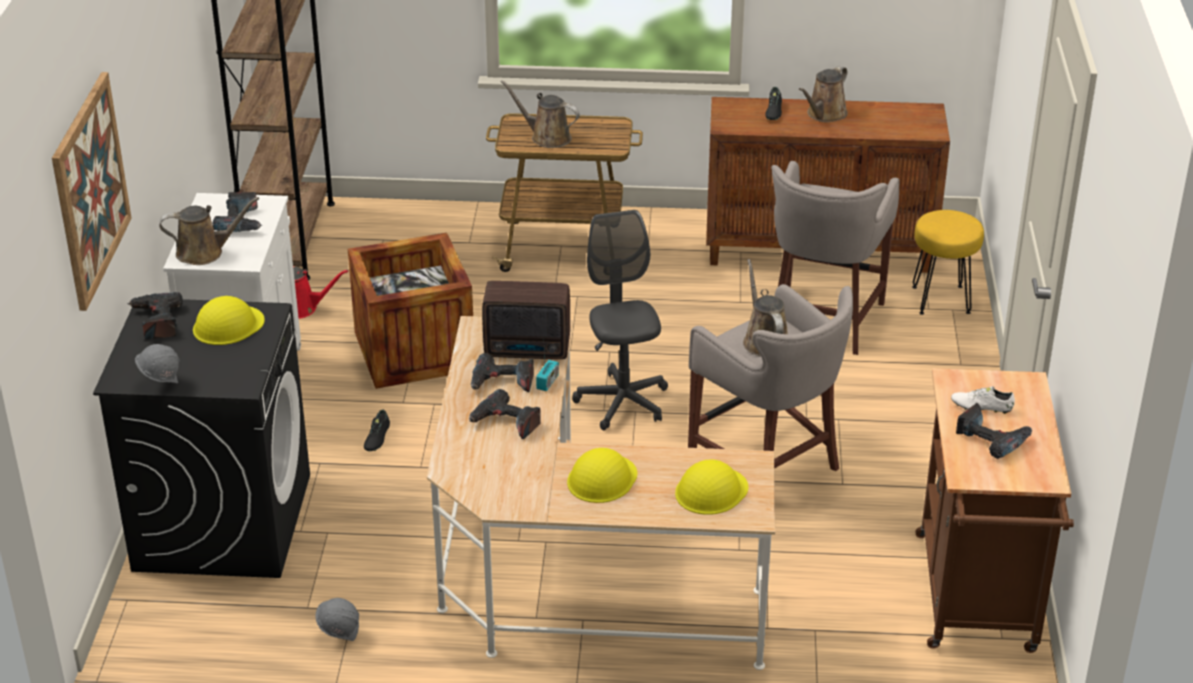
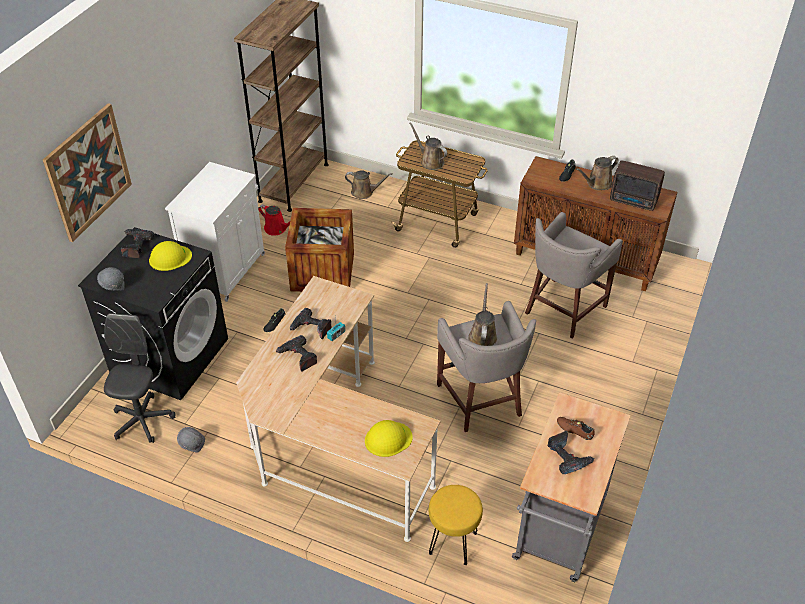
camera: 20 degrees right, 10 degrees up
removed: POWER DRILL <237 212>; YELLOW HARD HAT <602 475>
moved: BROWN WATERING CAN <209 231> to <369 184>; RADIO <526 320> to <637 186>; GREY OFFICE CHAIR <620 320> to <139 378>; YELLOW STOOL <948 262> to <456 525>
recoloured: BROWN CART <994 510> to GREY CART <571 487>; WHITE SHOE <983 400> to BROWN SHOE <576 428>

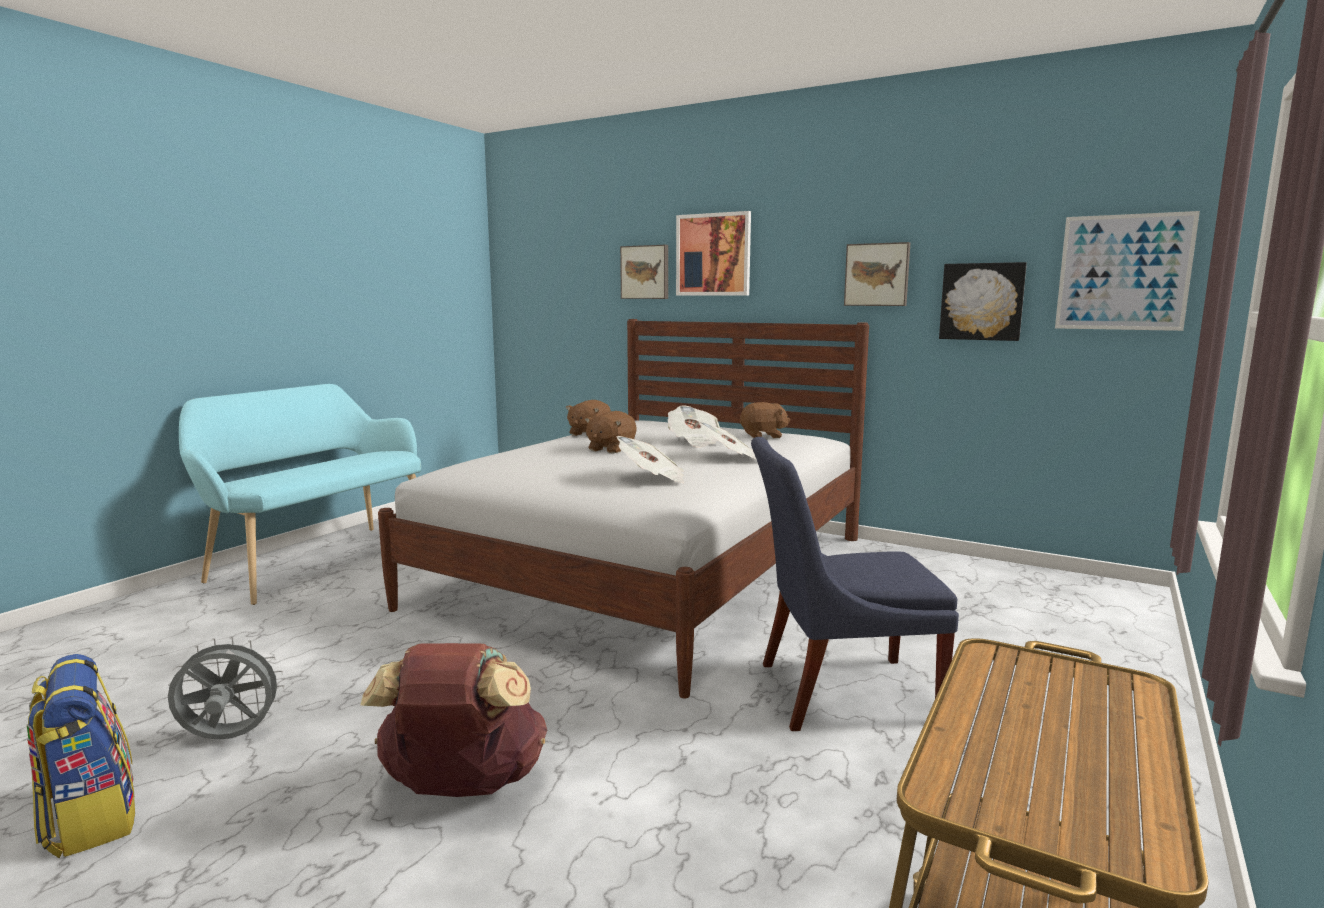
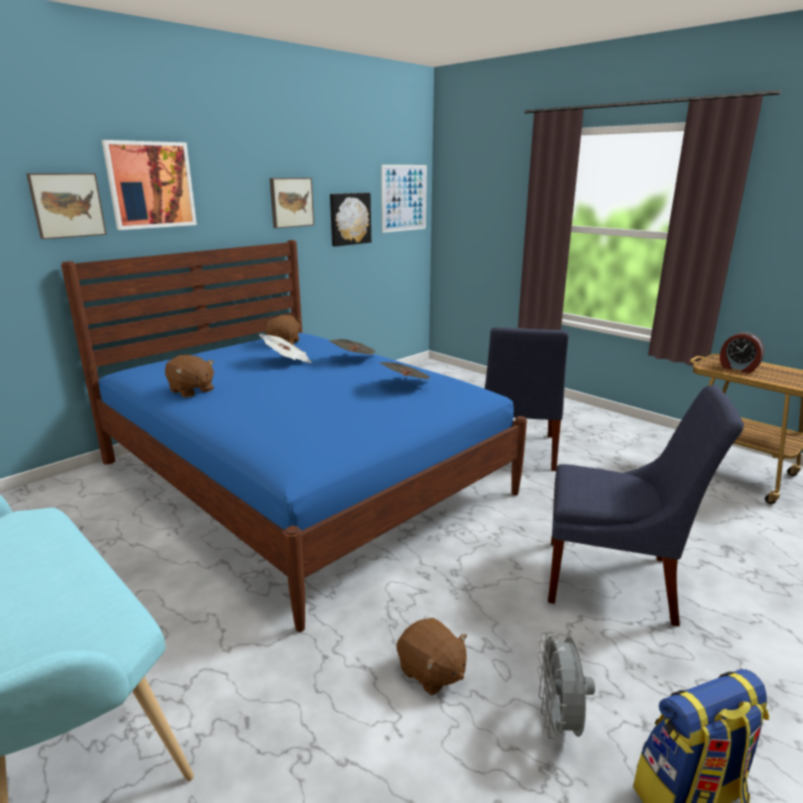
camera: 75 degrees left, 10 degrees up
added: ALARM CLOCK <742 352>
moved: BROWN PLUSH TOY <611 432> to <431 657>
replaced: BROWN BACKPACK <453 720> to BLUE CHAIR <646 505>
recoloured: WHITE BED <623 508> to BLUE BED <294 436>

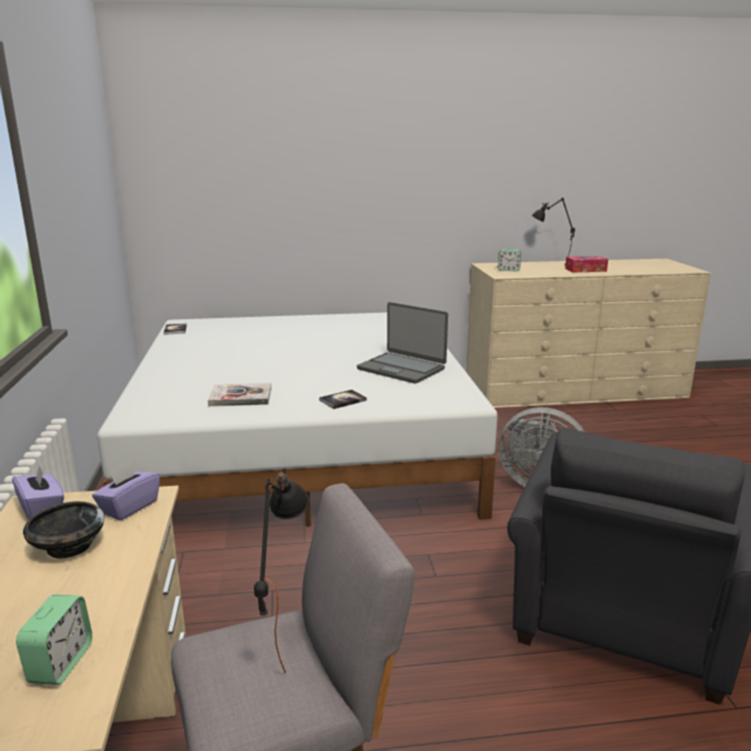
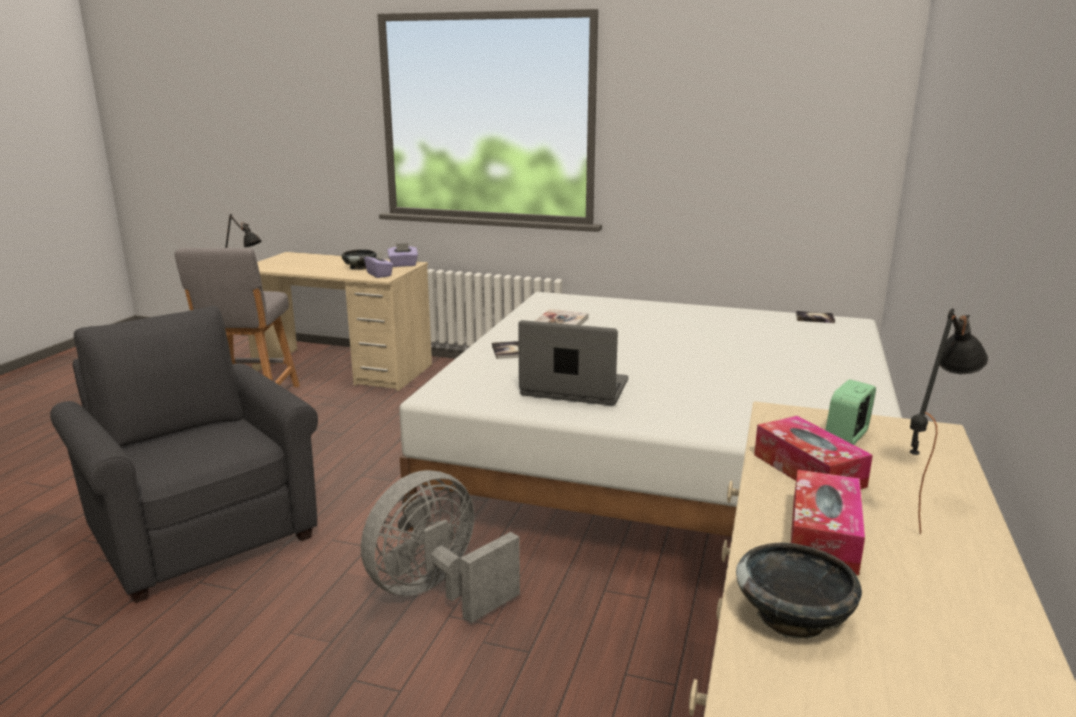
camera: 115 degrees right, 0 degrees up
removed: ALARM CLOCK <54 640>
added: BLACK BOWL <799 591>; TISSUE BOX <813 452>
turned: LAPTOP <402 343> = <573 363> 45 degrees clockwise

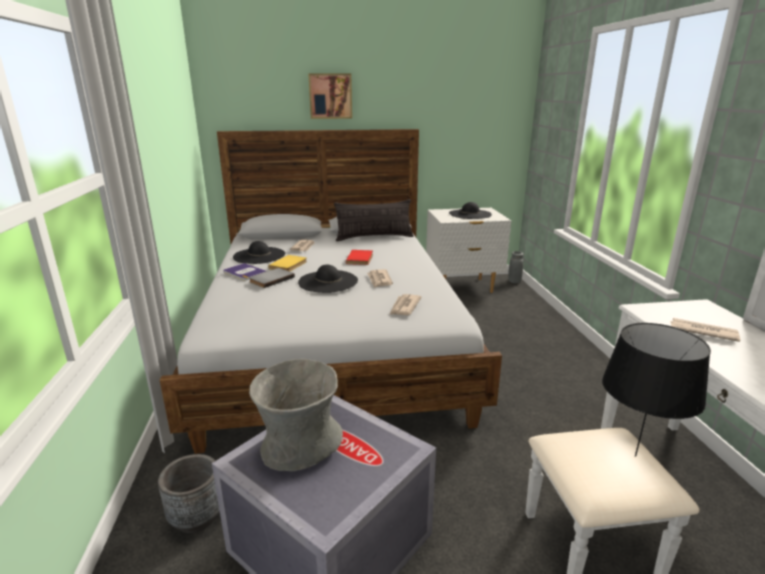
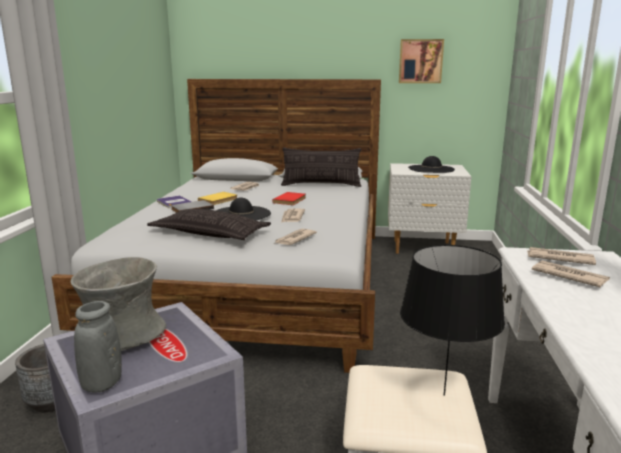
camera: 15 degrees right, 5 degrees down
removed: BLACK HAT <259 252>
added: PILLOW <209 224>; NEWSPAPER <561 256>
moved: PICTURE <330 96> to <421 61>; GREY VASE <516 267> to <98 347>

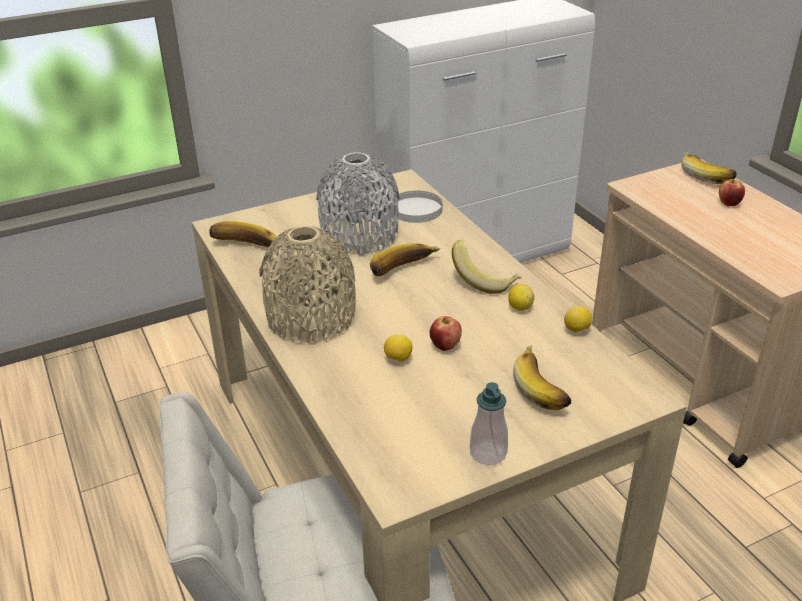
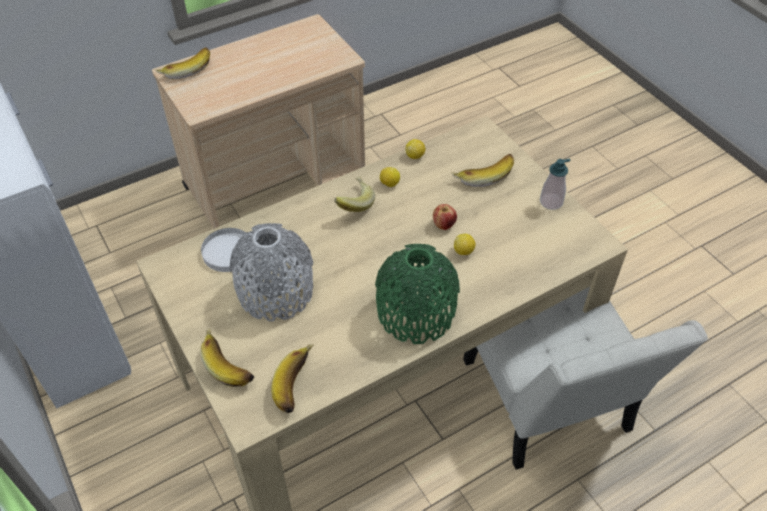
camera: 95 degrees left, 15 degrees up
removed: APPLE <732 192>
moved: BANANA <405 259> to <227 358>
recoloured: BEIGE VASE <307 284> to GREEN VASE <417 294>

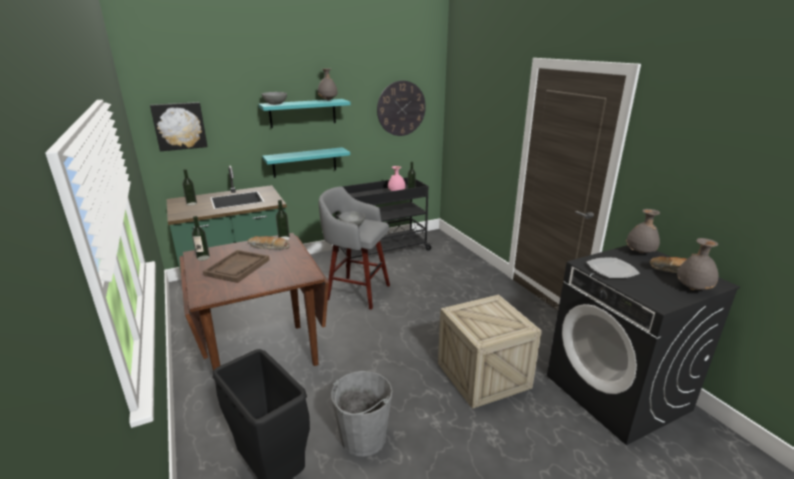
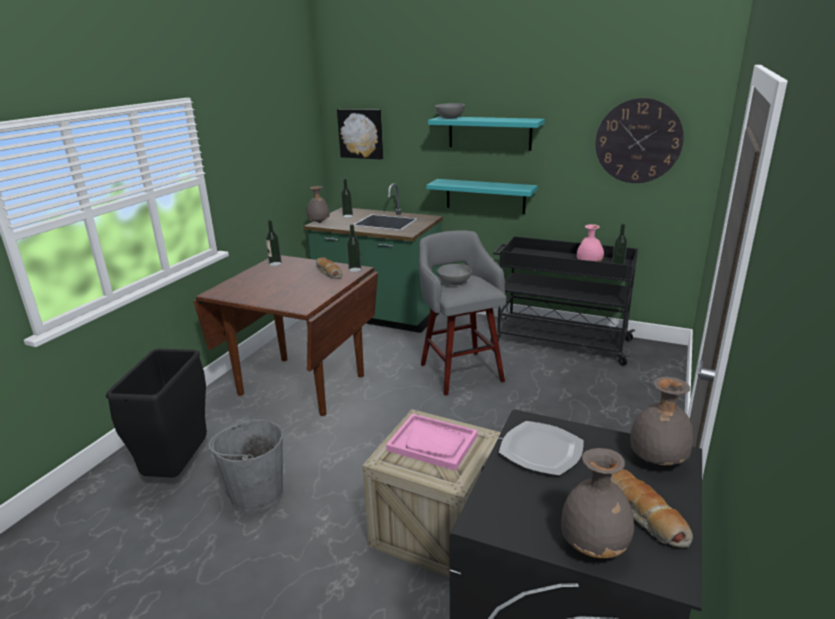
camera: 50 degrees right, 0 degrees up
removed: BROWN TRAY <236 266>
added: PINK TRAY <432 442>
moved: GREY VASE <328 85> to <318 204>

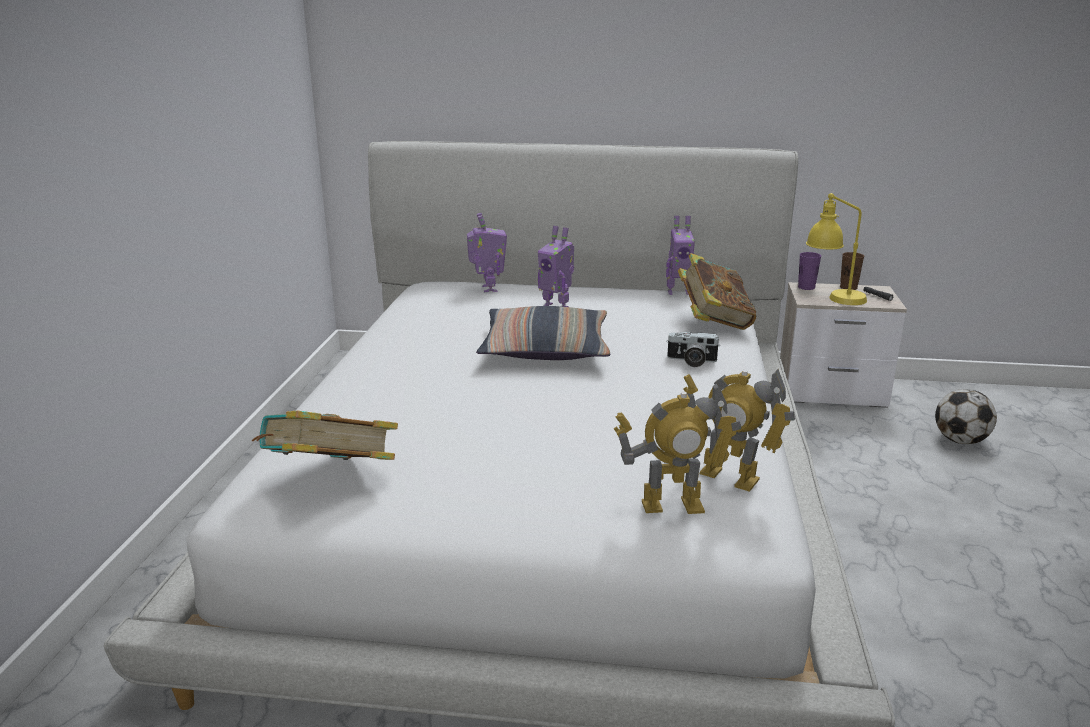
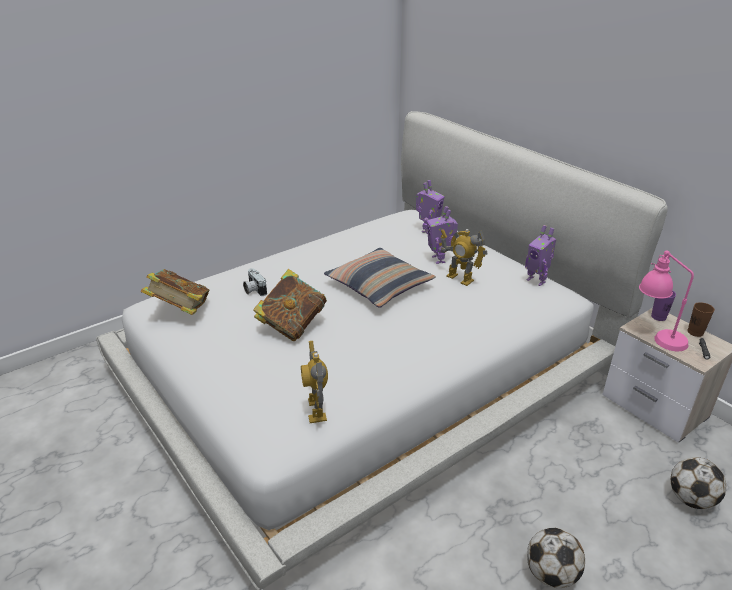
camera: 45 degrees right, 10 degrees up
added: FOOTBALL <556 558>
moved: TOY ROBOT <677 448> to <464 257>; PHOTO CAMERA <692 349> to <255 282>; BOOK <717 291> to <290 305>
recoloured: YELLOW TABLE LAMP <836 249> to PINK TABLE LAMP <666 300>

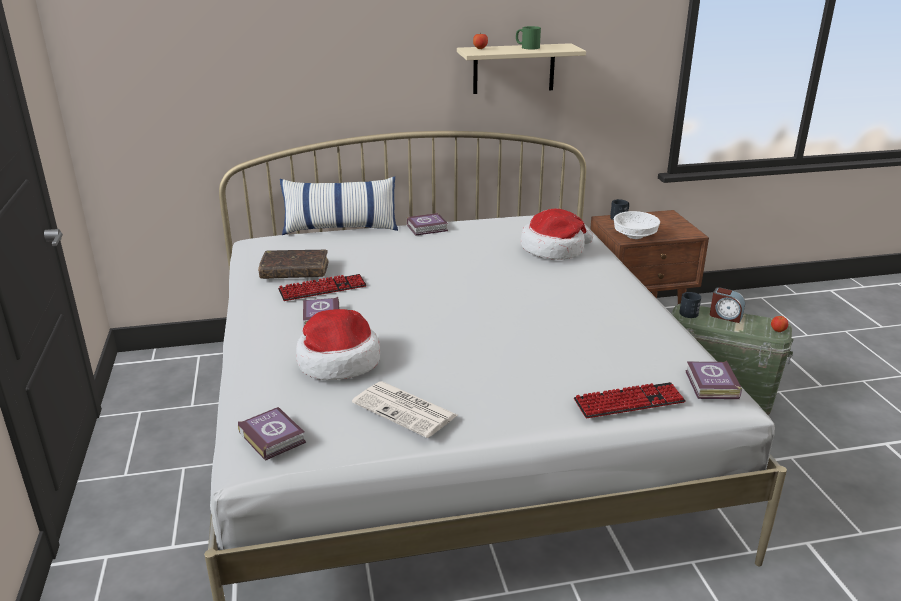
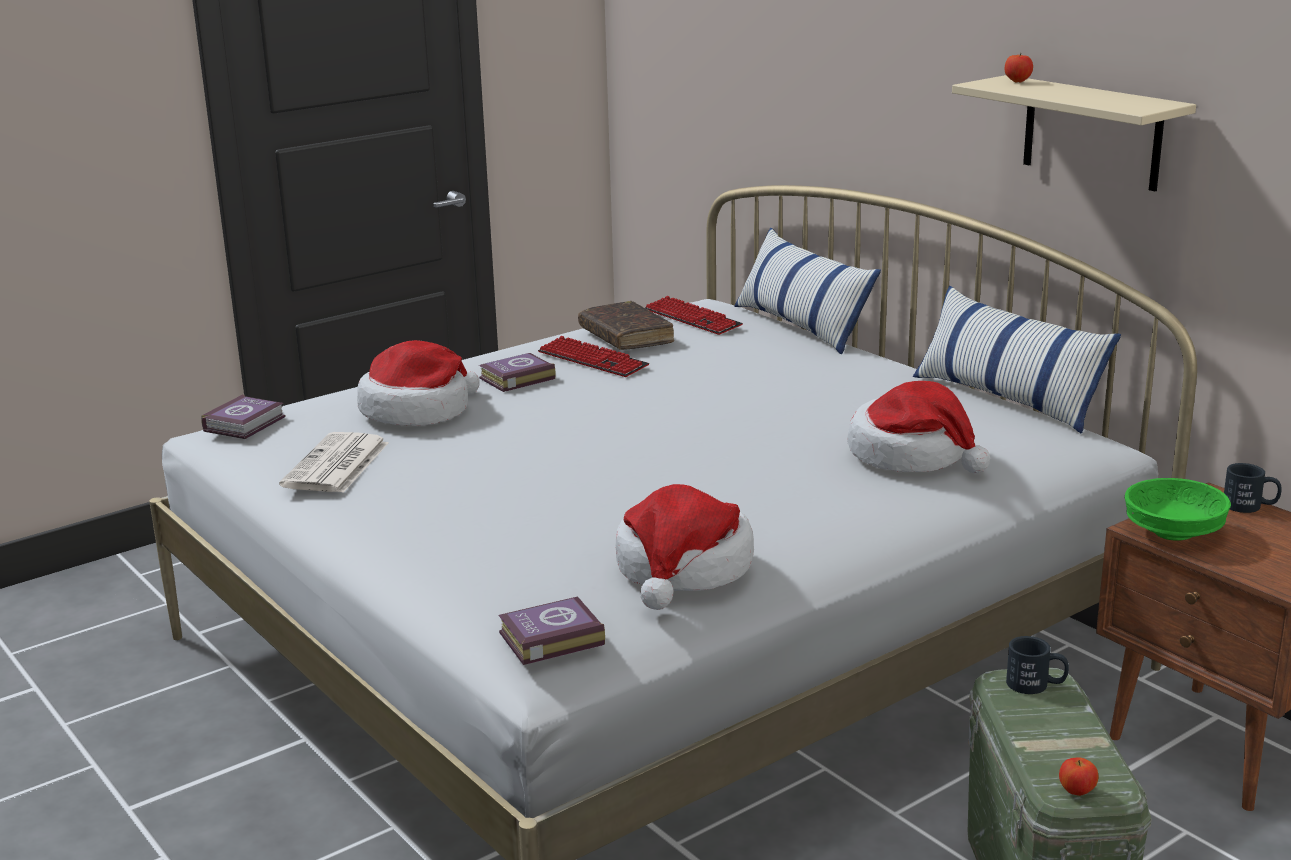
camera: 65 degrees right, 5 degrees down
removed: BOOK <427 224>; GREEN MUG <528 38>; ALARM CLOCK <727 305>
added: HAT <685 547>; PILLOW <1017 360>
moved: KEYBOARD <629 400> to <694 315>
recoloured: WHITE BOWL <637 225> to GREEN BOWL <1178 509>

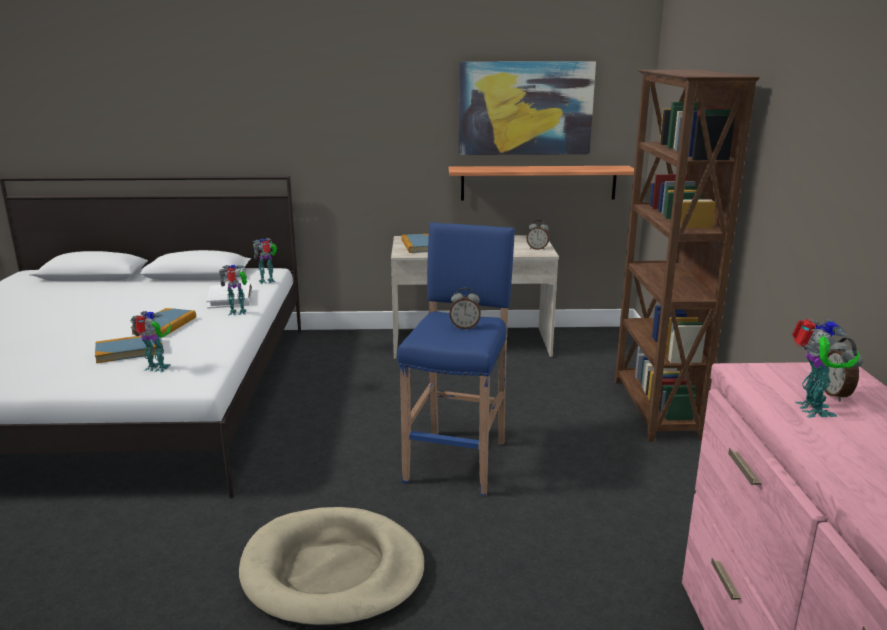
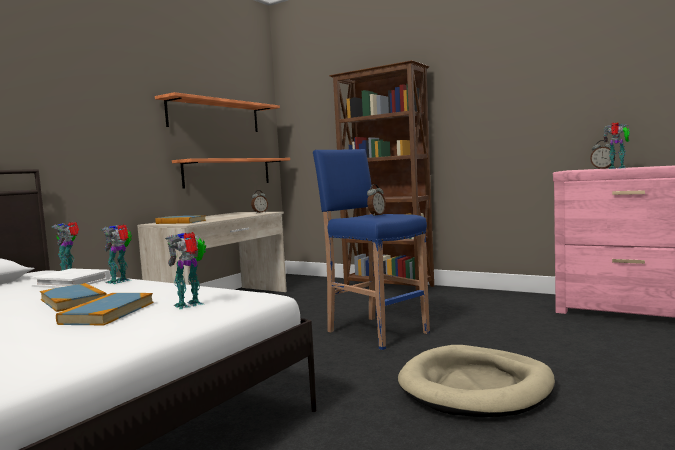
camera: 55 degrees left, 15 degrees down
replaced: PICTURE <527 108> to SHELF <217 112>

